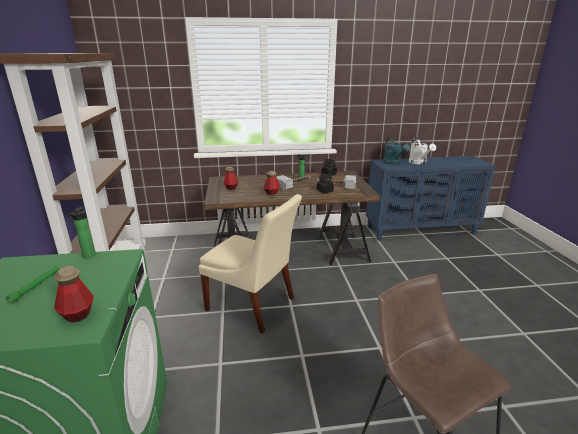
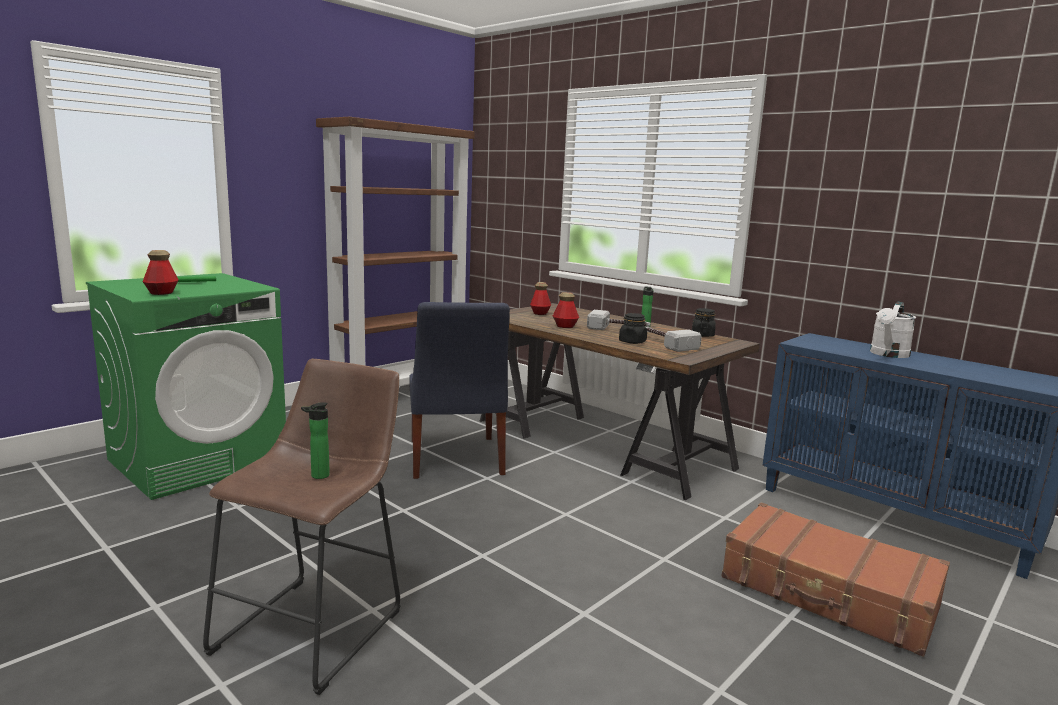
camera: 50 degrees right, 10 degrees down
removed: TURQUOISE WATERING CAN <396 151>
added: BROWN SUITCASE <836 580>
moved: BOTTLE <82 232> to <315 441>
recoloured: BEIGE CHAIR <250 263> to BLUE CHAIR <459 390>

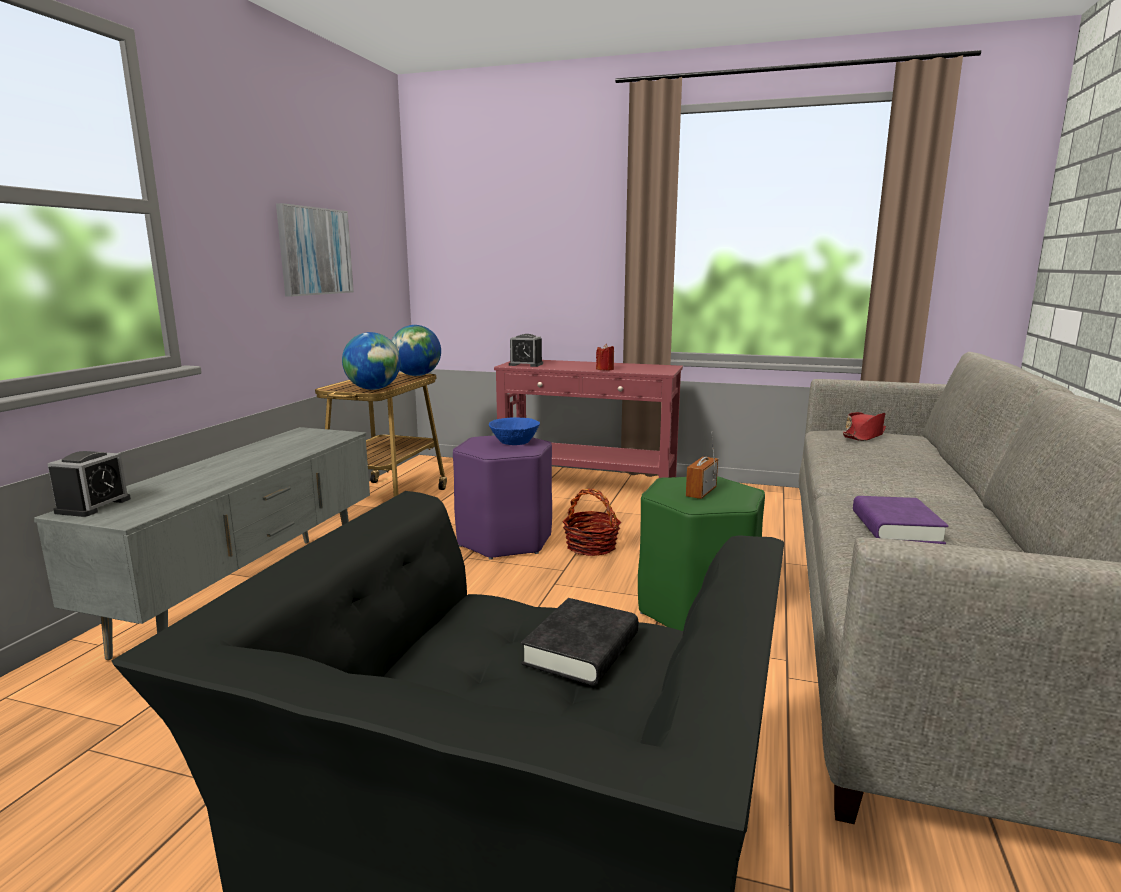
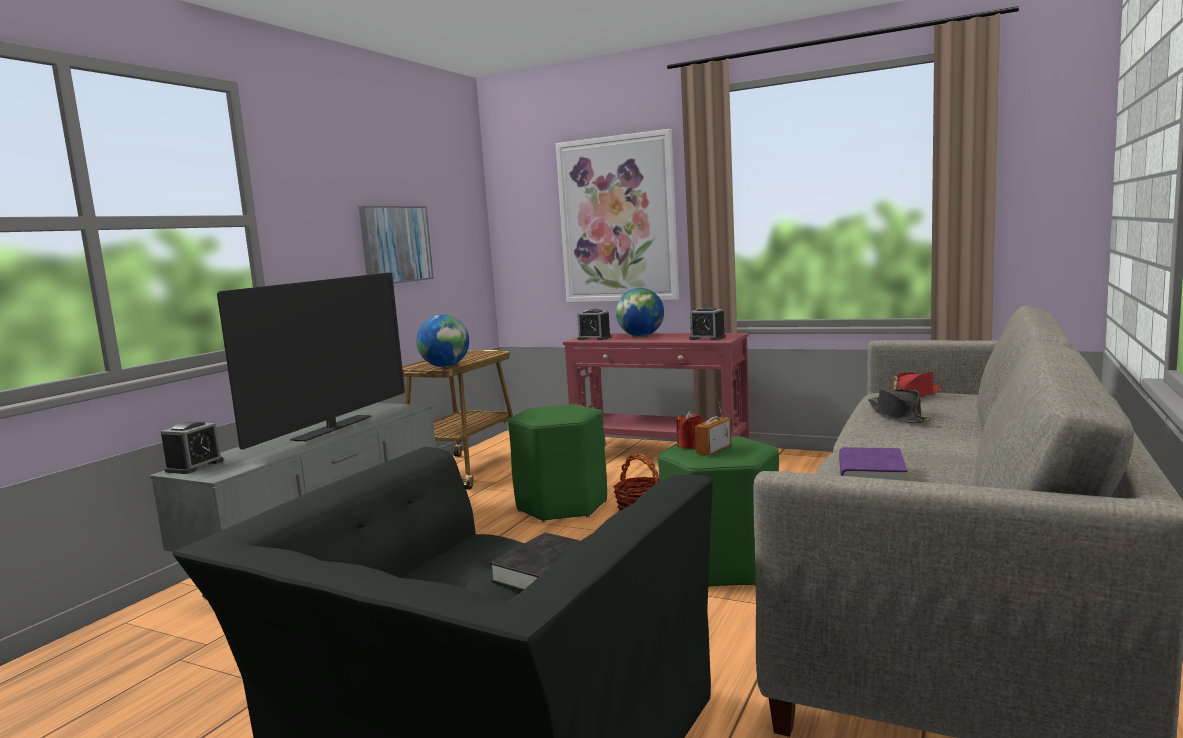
camera: 10 degrees right, 5 degrees down
removed: BLUE BOWL <514 431>
added: TELEVISION <311 361>; PICTURE <617 215>; ALARM CLOCK <707 323>; BLACK HAT <900 405>
moved: GLOBE <416 350> to <640 312>; RED CANDLE <605 357> to <689 430>
recoloured: PURPLE STOOL <502 497> to GREEN STOOL <557 463>

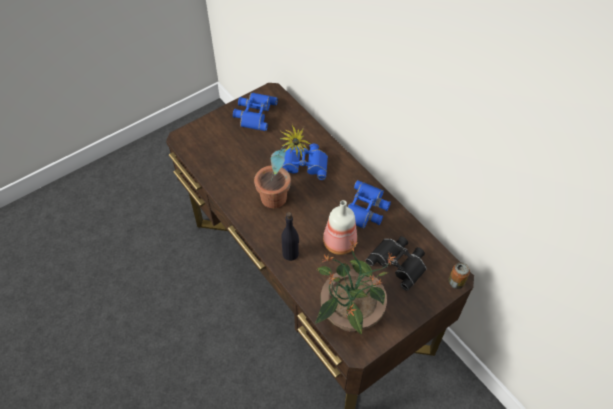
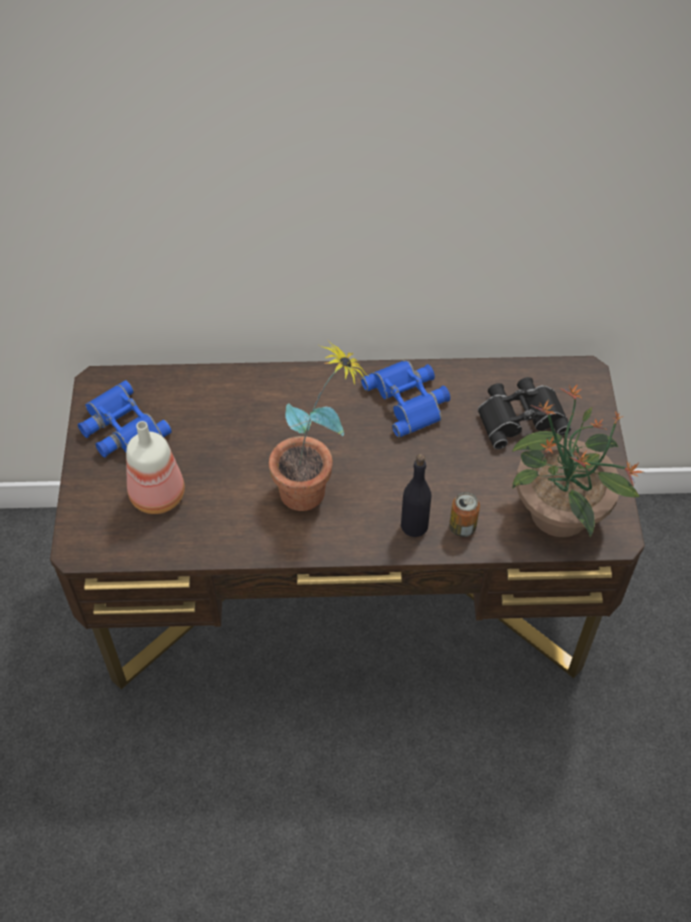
camera: 55 degrees left, 0 degrees up
removed: BLUE BINOCULARS <305 162>
moved: BOTTLE <340 227> to <155 467>; CAN <459 275> to <464 514>

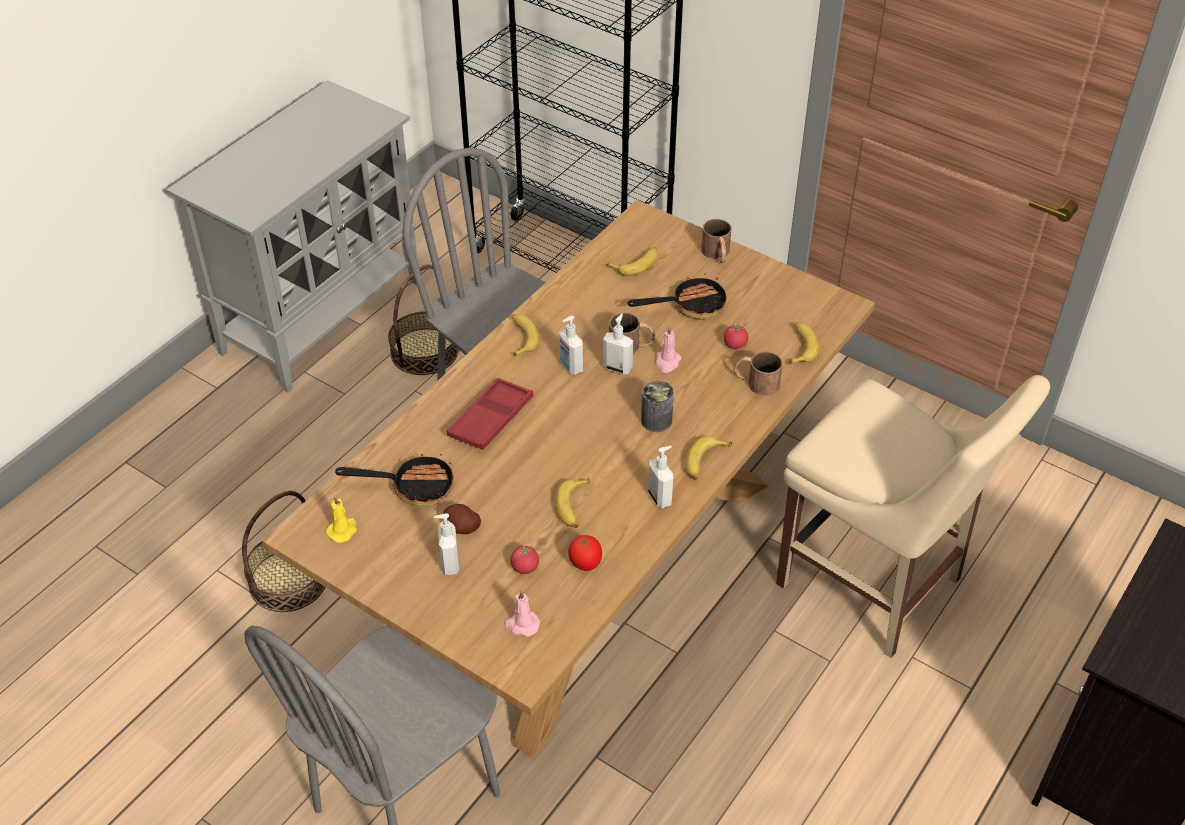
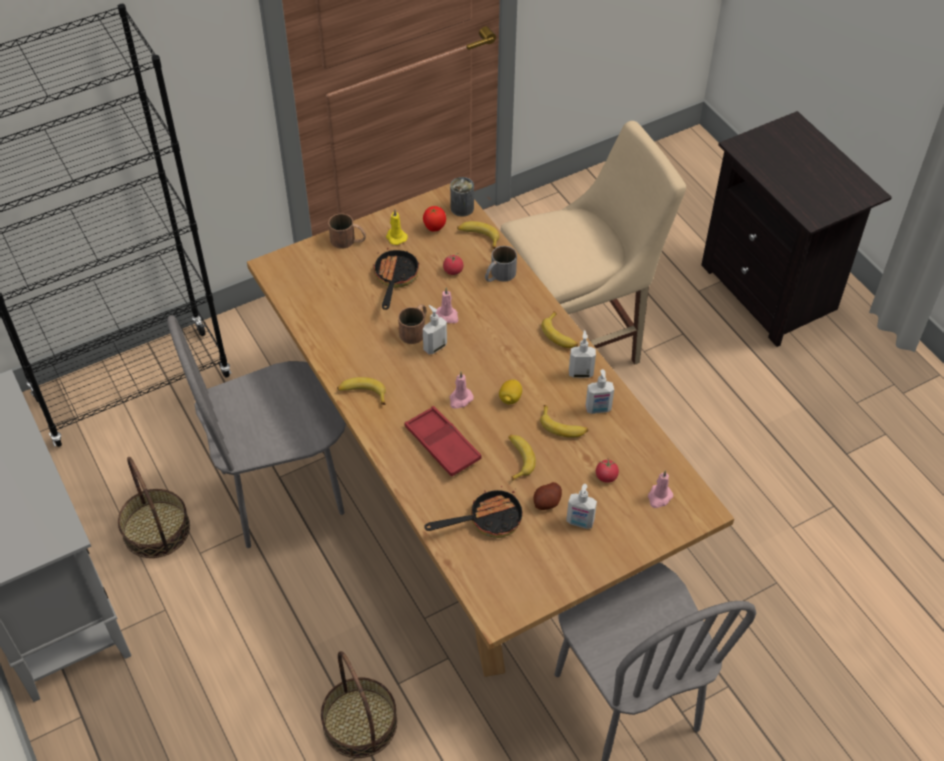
camera: 65 degrees left, 5 degrees up
added: PINK CANDLE <461 390>; LEMON <510 392>
moved: YELLOW CANDLE <341 519> to <397 227>; SOAP DISPENSER <571 345> to <599 391>; TOMATO <585 553> to <434 219>; BANANA <632 261> to <522 458>; CAN <657 406> to <462 197>
recoloured: BROWN MUG <758 373> to GREY MUG <501 264>
turned: FRYING PAN <394 480> = <473 512> 45 degrees clockwise

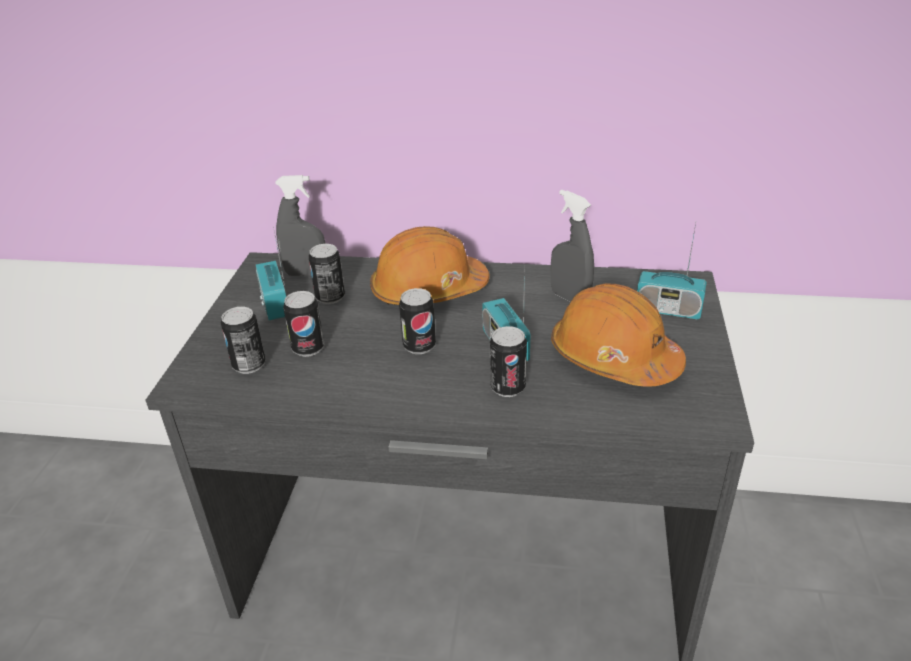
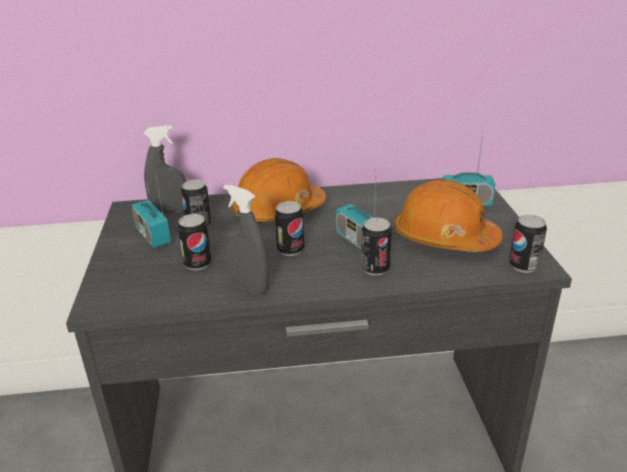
camera: 15 degrees left, 5 degrees down
moved: CAN <243 340> to <528 243>; GREY SPRAY BOTTLE <572 246> to <246 239>

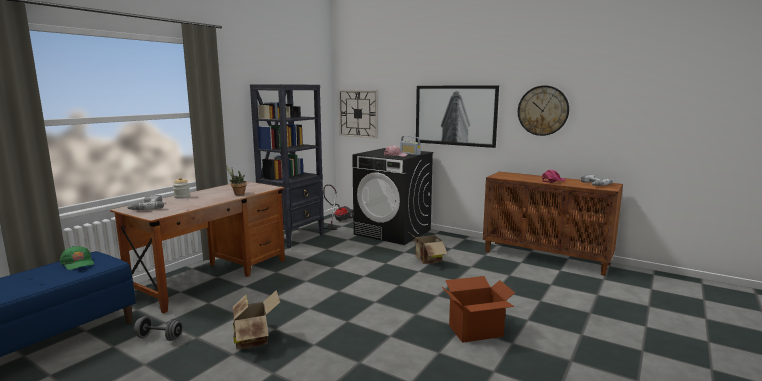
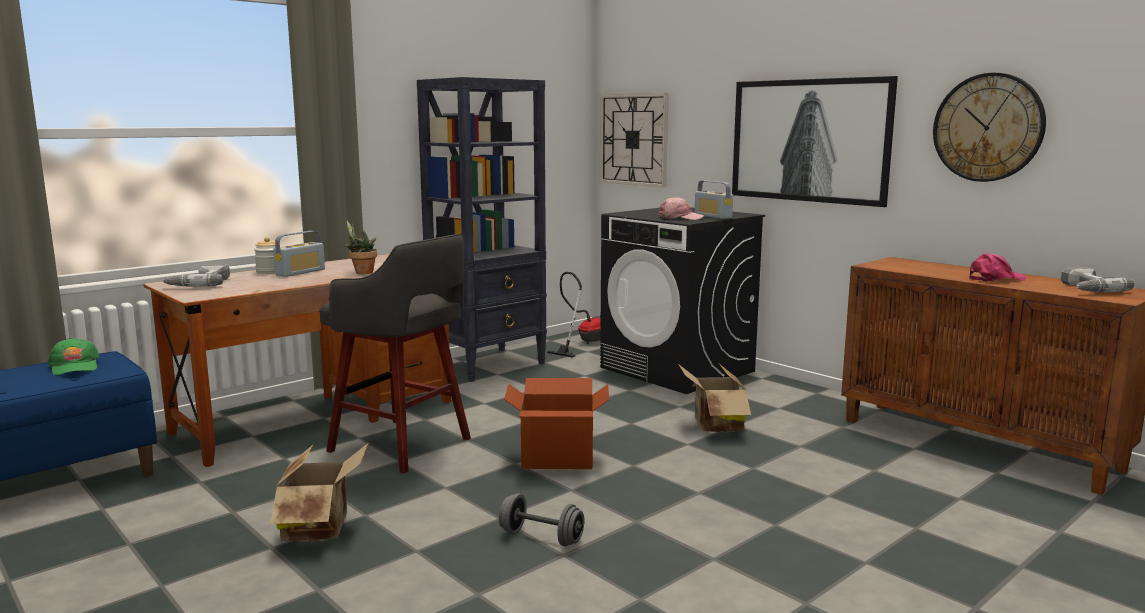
camera: 15 degrees right, 0 degrees up
added: RADIO <299 254>; GREY STOOL <395 354>
moved: GREY DUMBBELL <158 328> to <541 519>; CARDBOARD BOX <478 309> to <556 423>

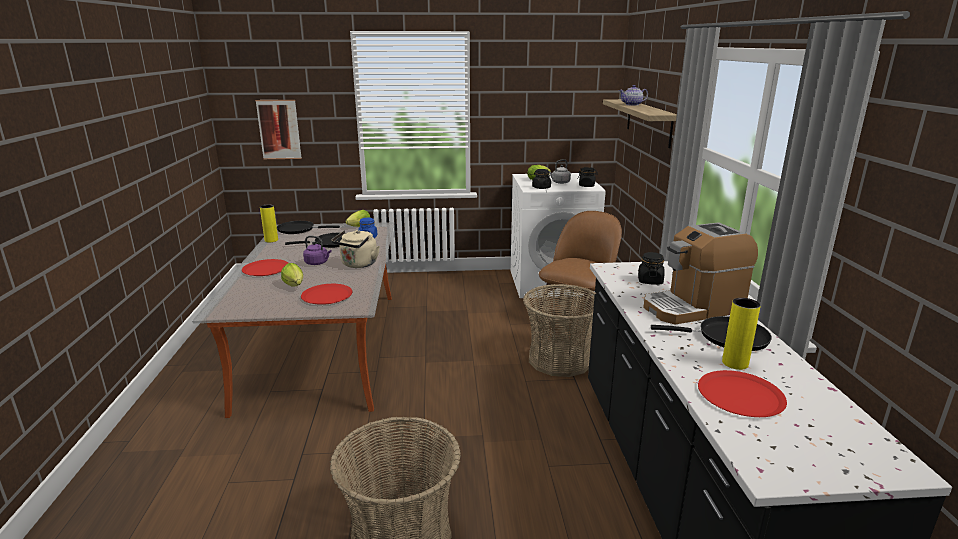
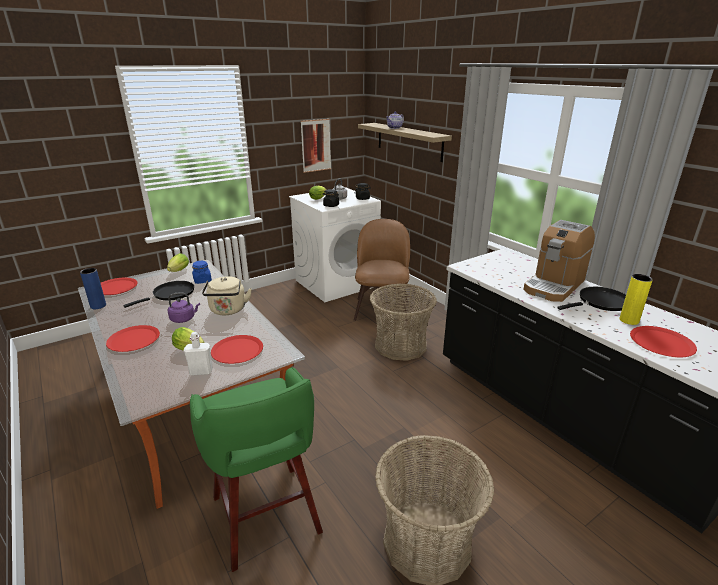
camera: 30 degrees left, 5 degrees up
removed: BLACK JAR <651 268>
added: WHITE BOTTLE <198 354>; GREEN STOOL <256 469>
moved: PICTURE <278 129> to <316 146>
replaced: BLACK FRYING PAN <308 227> to RED PLATE <119 286>
recoloured: YELLOW VASE <269 223> to BLUE VASE <93 288>

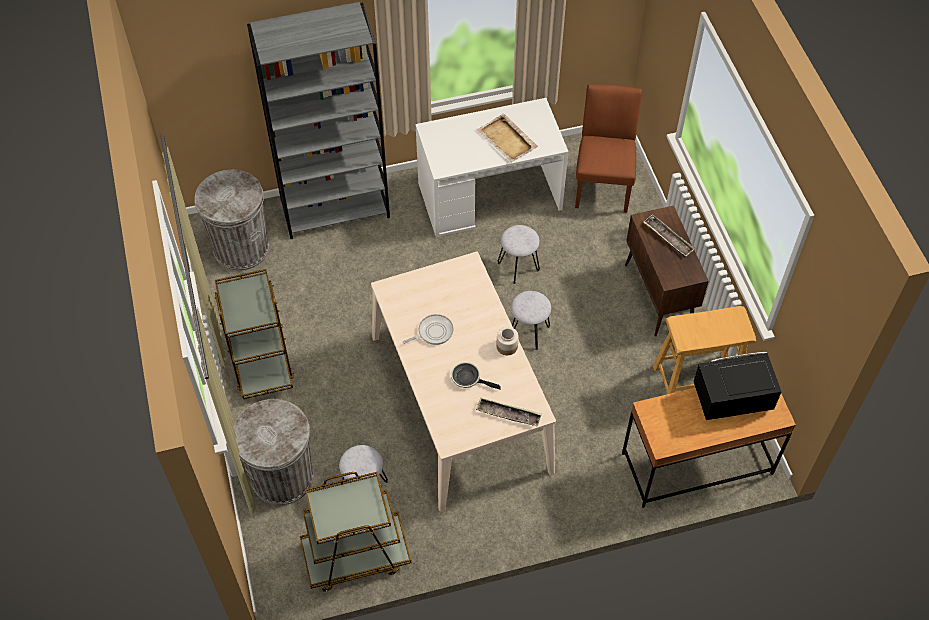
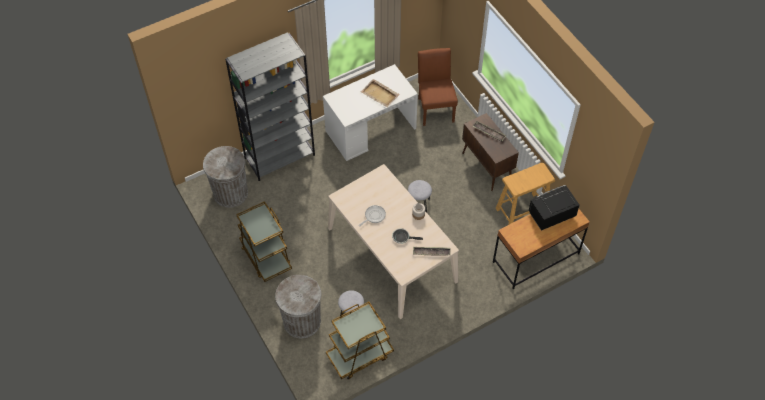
camera: 15 degrees left, 0 degrees up
removed: GREY STOOL <519 254>

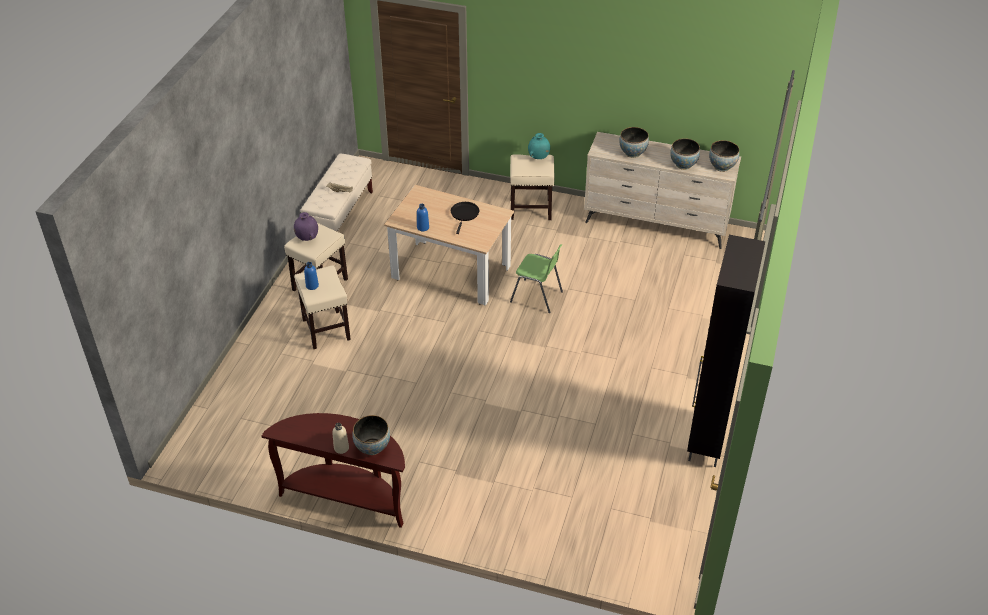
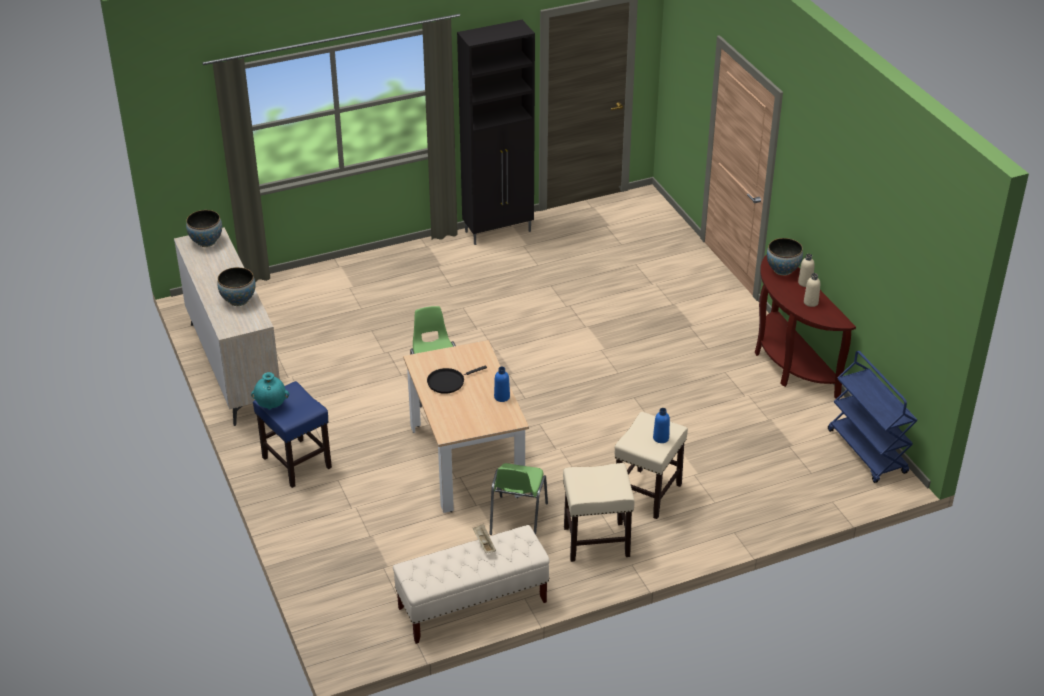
camera: 130 degrees left, 5 degrees down
removed: PURPLE VASE <306 226>; BOWL <685 154>
added: GREEN CHAIR <519 499>; BEIGE BOTTLE <812 290>; BLUE CART <873 417>
recoloured: BEIGE STOOL <532 187> to BLUE STOOL <292 434>

